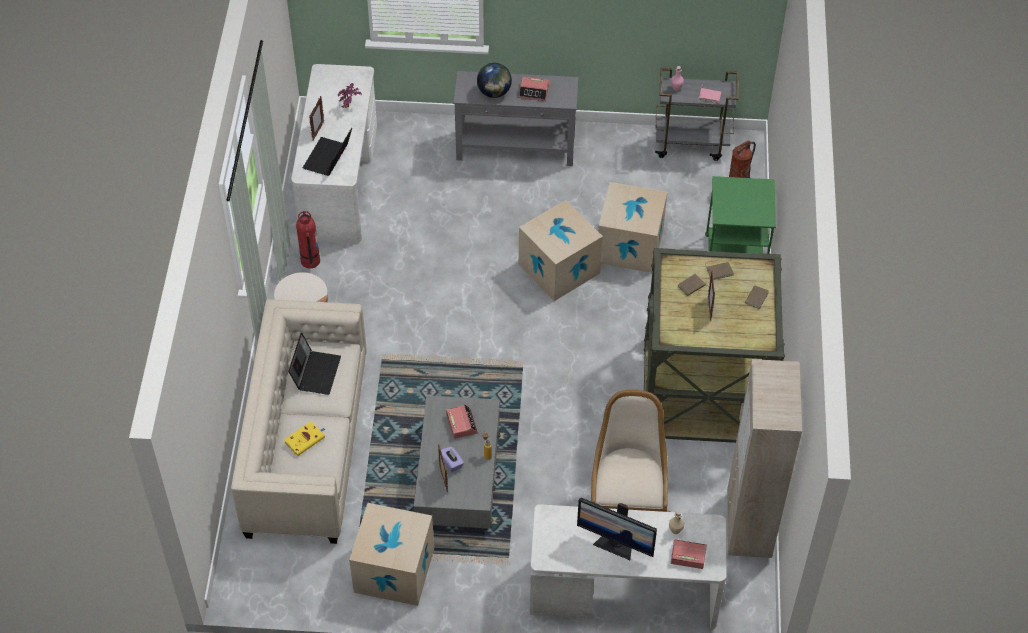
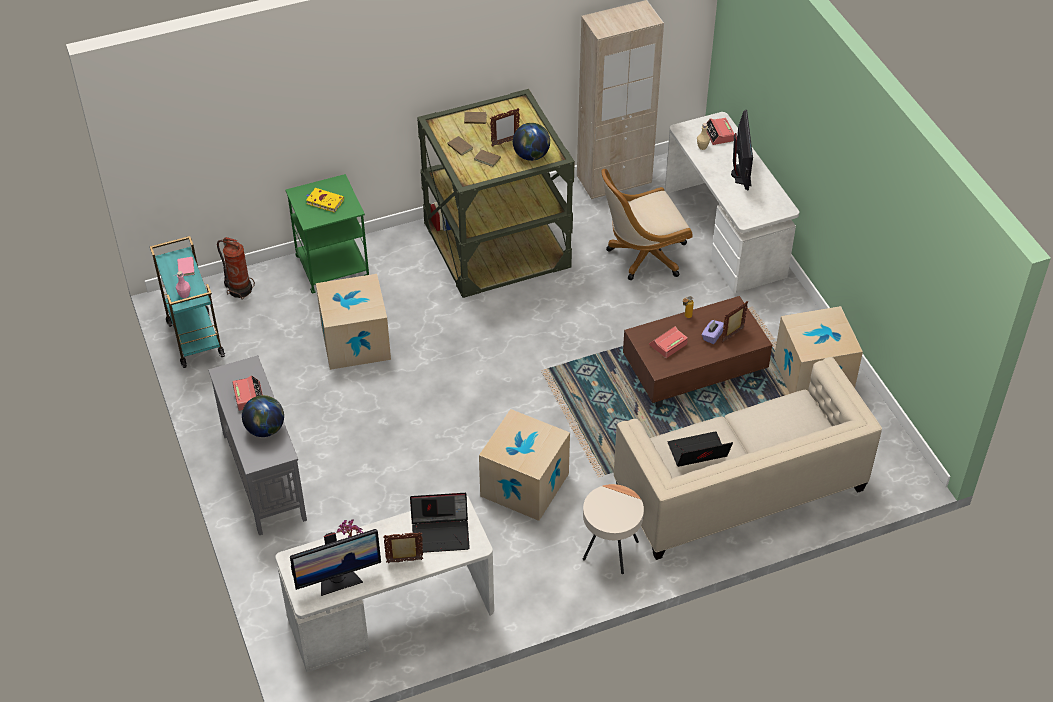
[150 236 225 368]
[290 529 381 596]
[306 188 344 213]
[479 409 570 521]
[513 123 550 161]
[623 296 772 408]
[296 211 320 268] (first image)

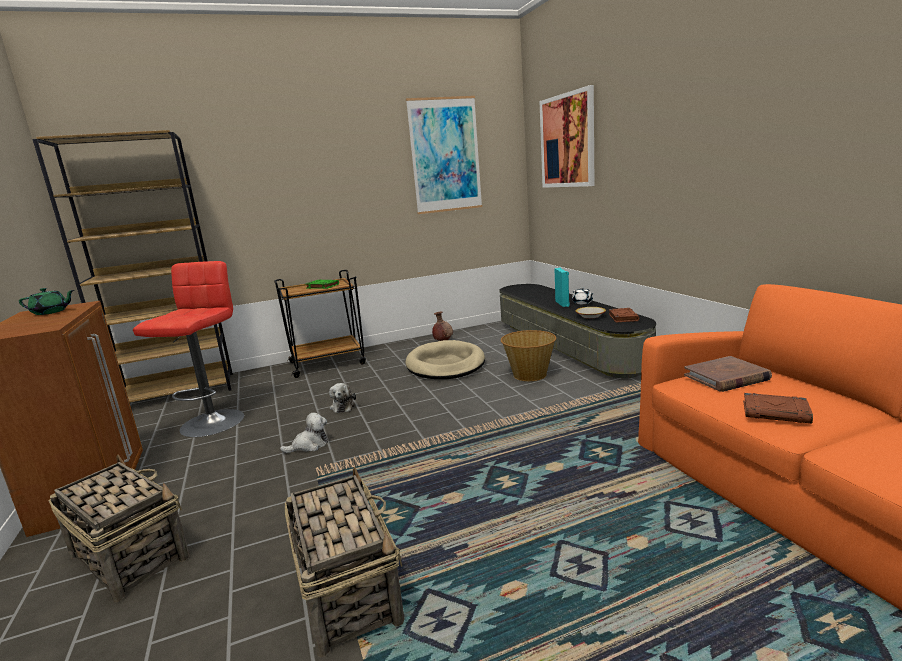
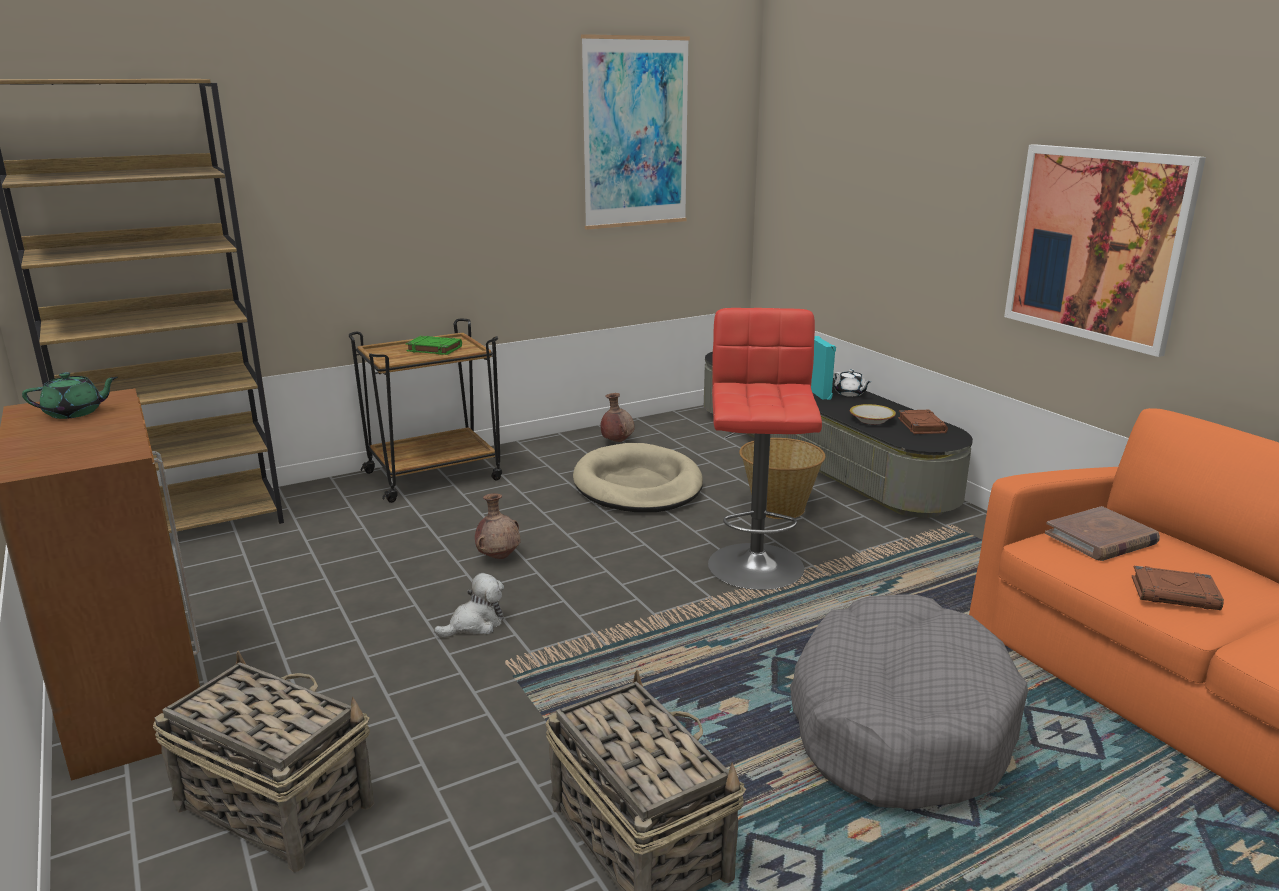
[475 493 520 559]
[708 308 822 590]
[790 594 1028 810]
[1004 144 1206 357]

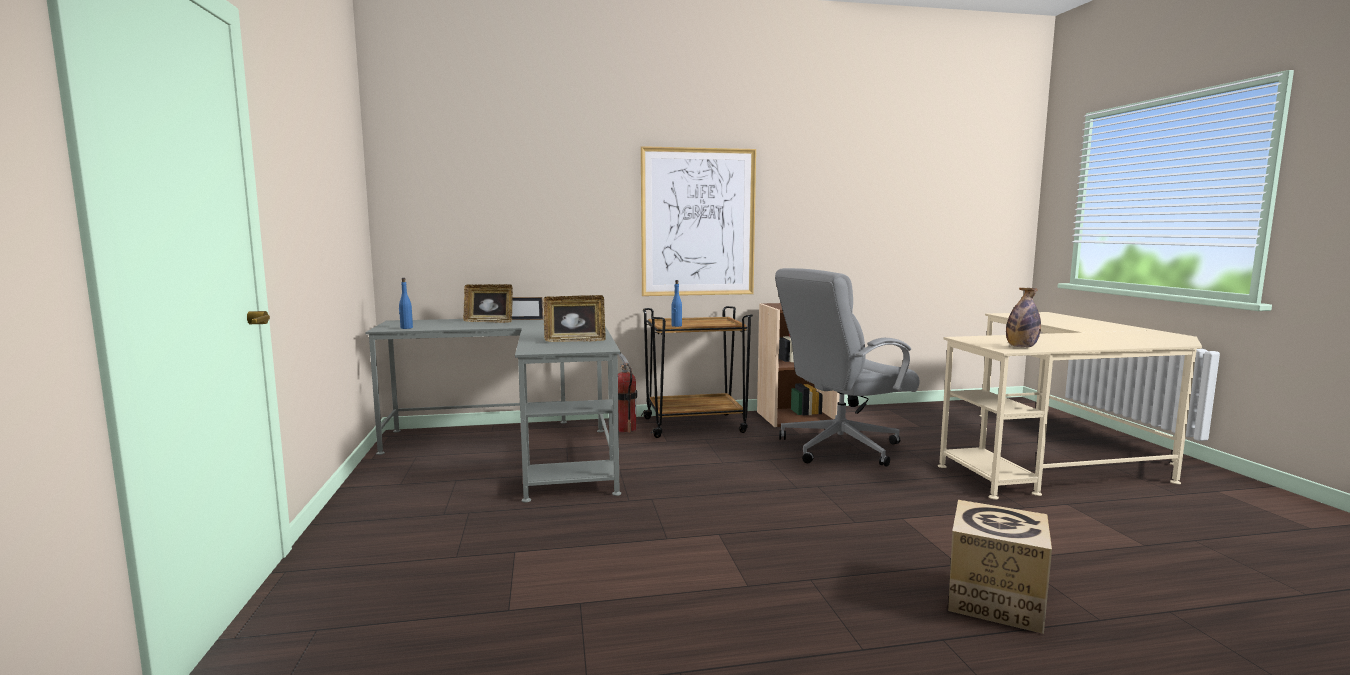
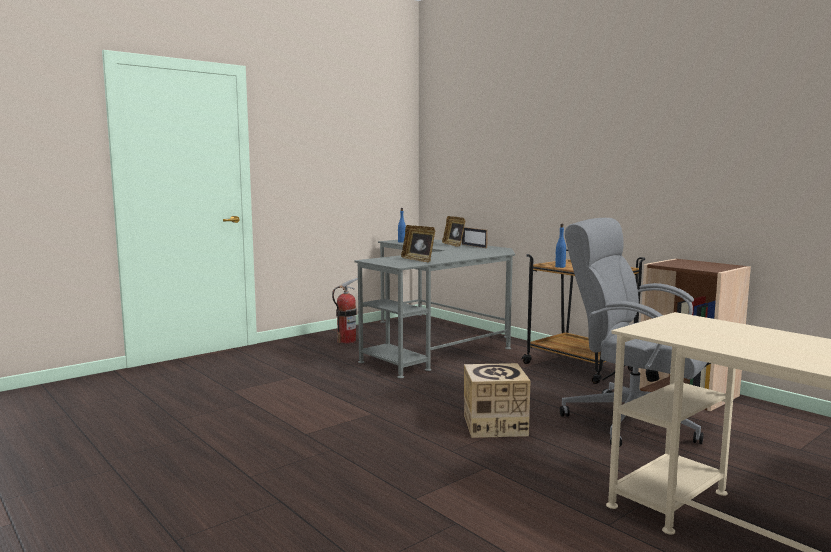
[332 278 358 344]
[464 363 531 438]
[641 146 756 296] (first image)
[1006 288 1041 348] (first image)

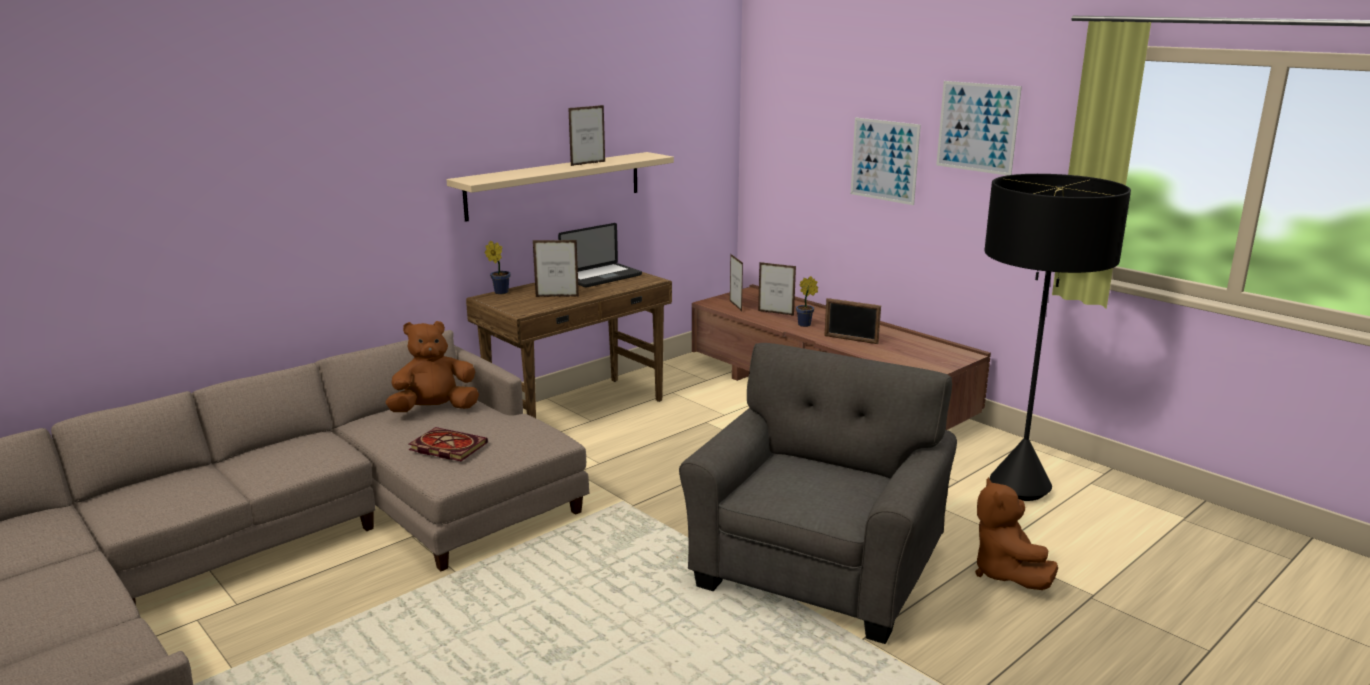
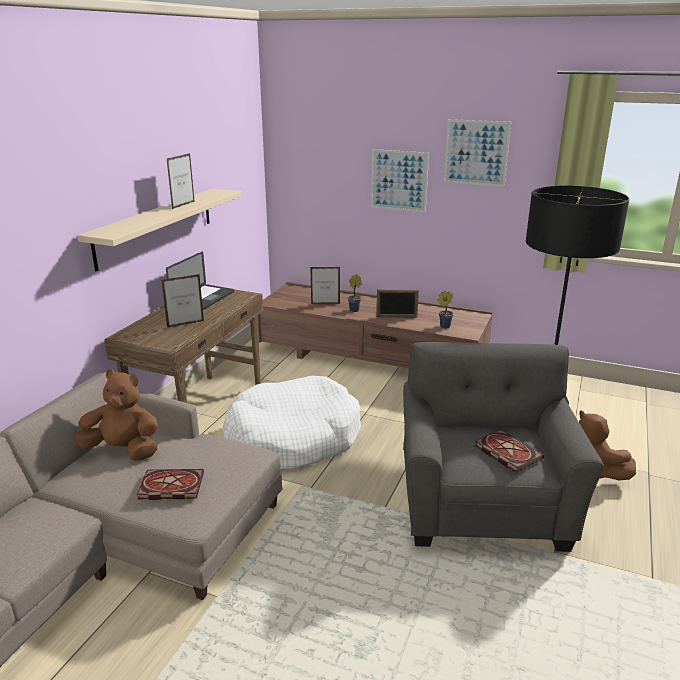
[73 369 158 461]
[223 376 361 469]
[437 291 454 328]
[474 429 544 473]
[730 254 743 311] (first image)

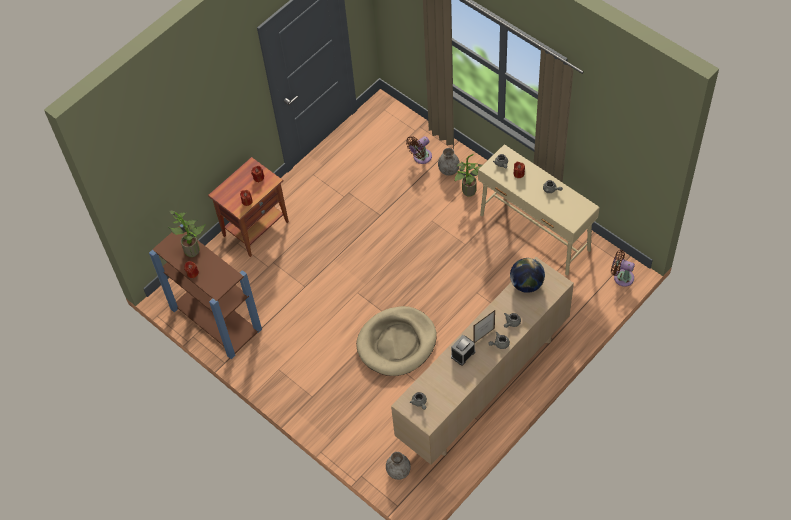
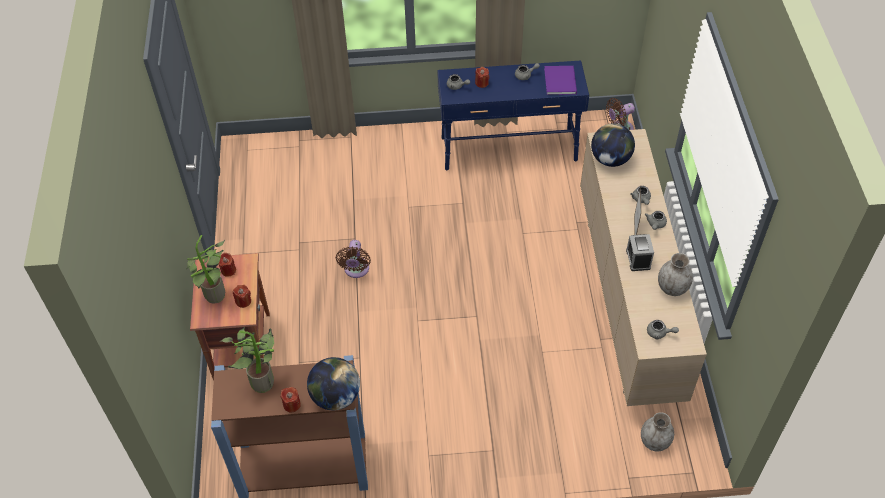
[187 235 225 304]
[307 357 360 410]
[336 240 371 278]
[437 60 589 170]
[544 66 577 95]
[658 253 693 296]
[356 306 437 376] (first image)

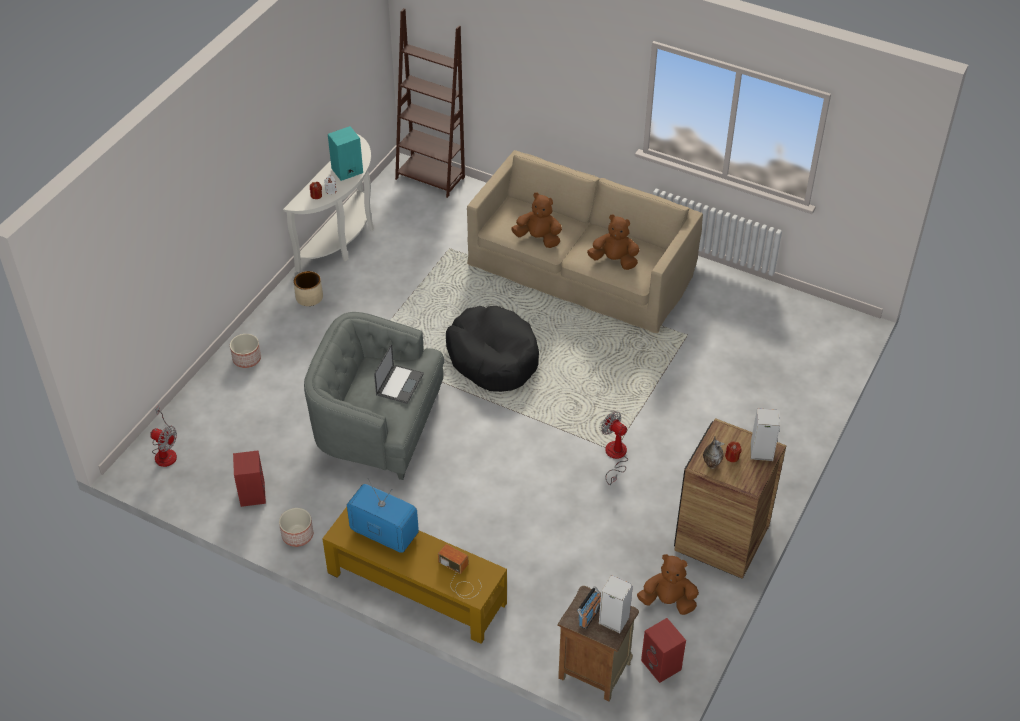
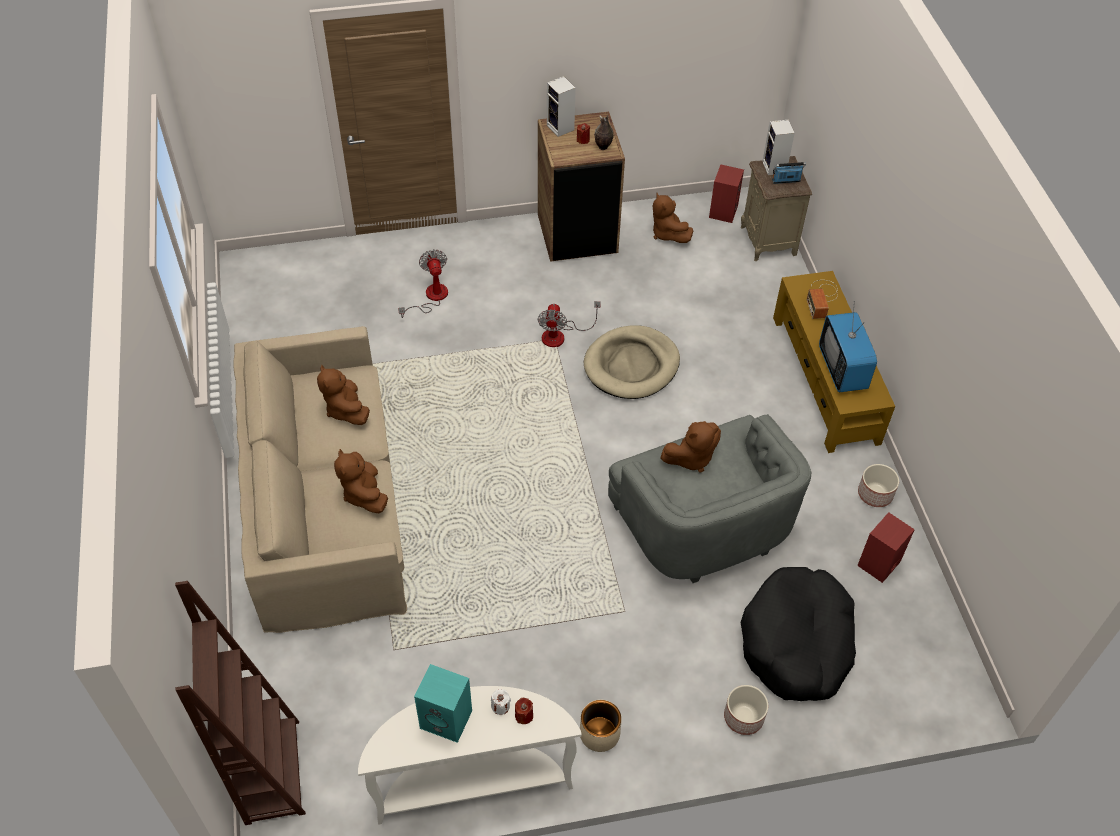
[398 249 448 318]
[584 325 680 399]
[660 421 721 473]
[741 567 856 701]

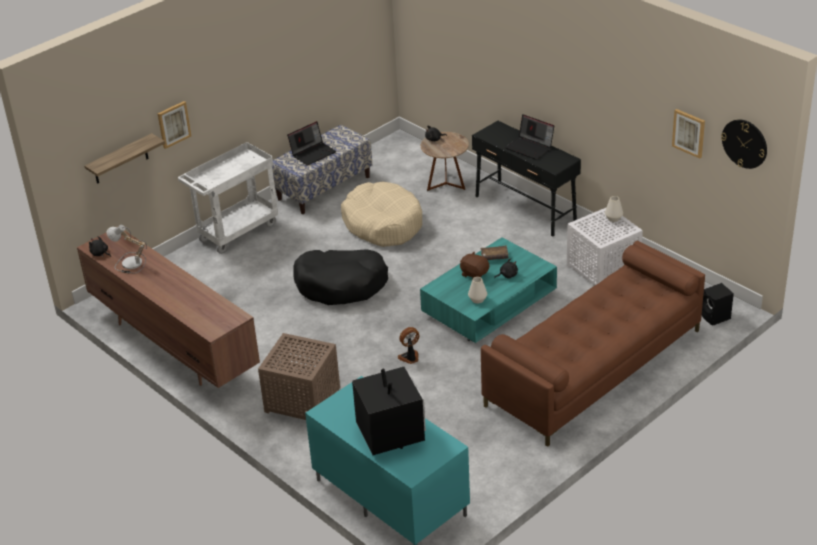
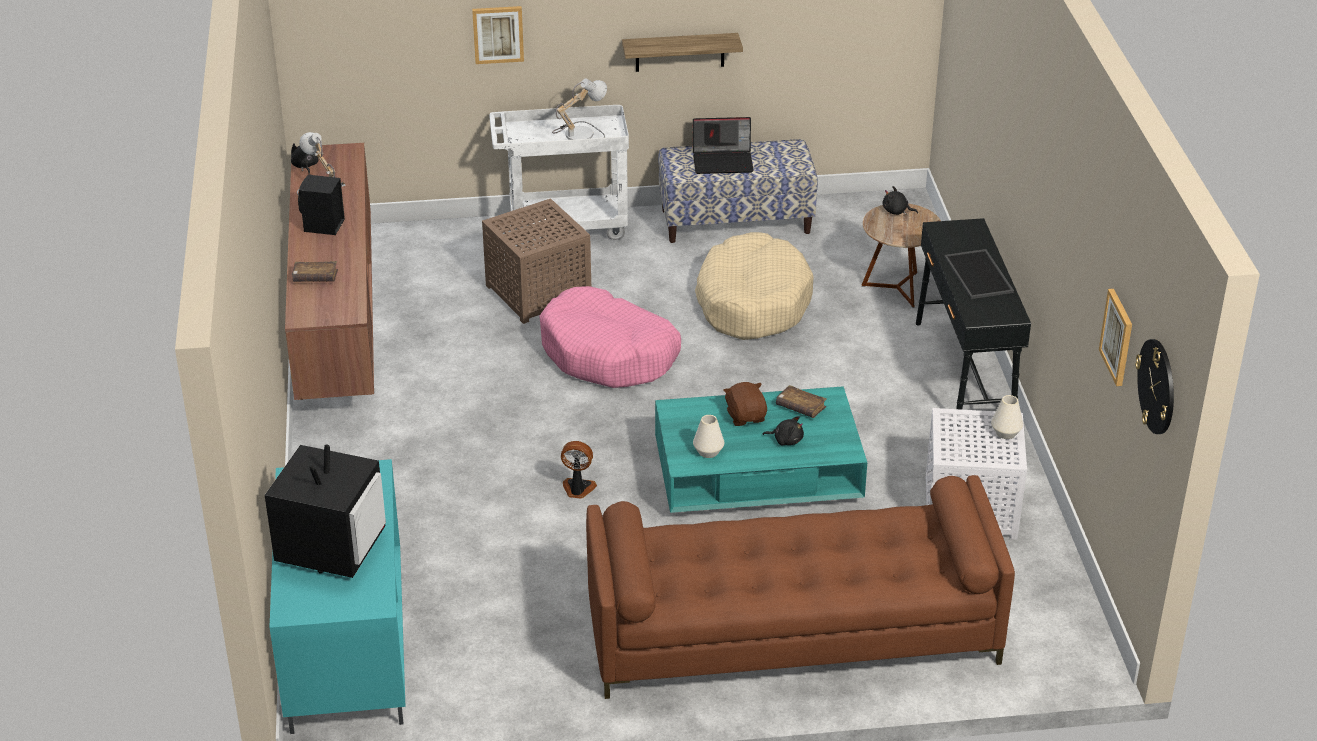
[292 261 338 282]
[298 175 345 235]
[482 198 591 324]
[539 286 681 388]
[552 78 607 140]
[622 33 743 72]
[944 249 1014 299]

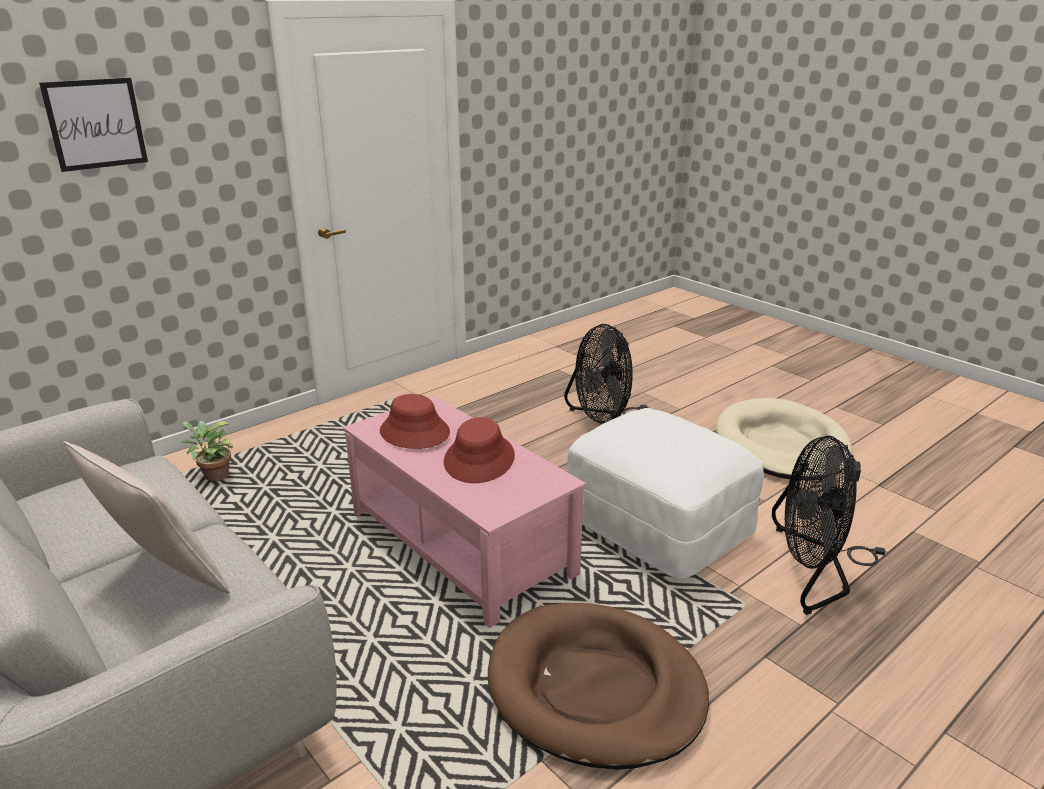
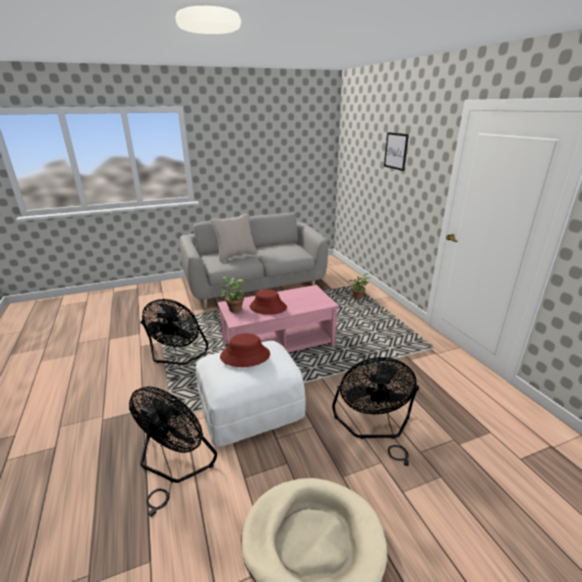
[140 299 208 381]
[220 276 245 313]
[220 333 270 367]

